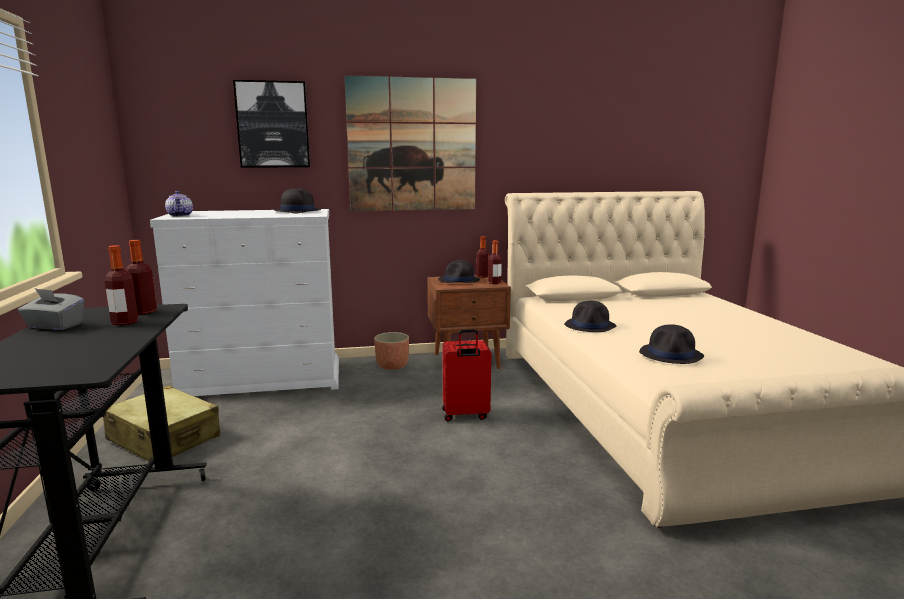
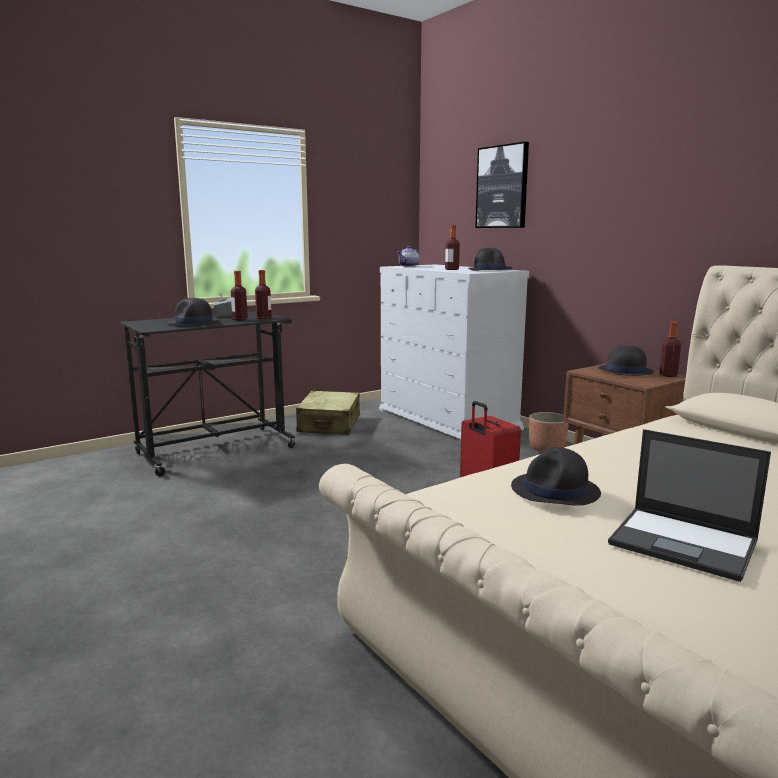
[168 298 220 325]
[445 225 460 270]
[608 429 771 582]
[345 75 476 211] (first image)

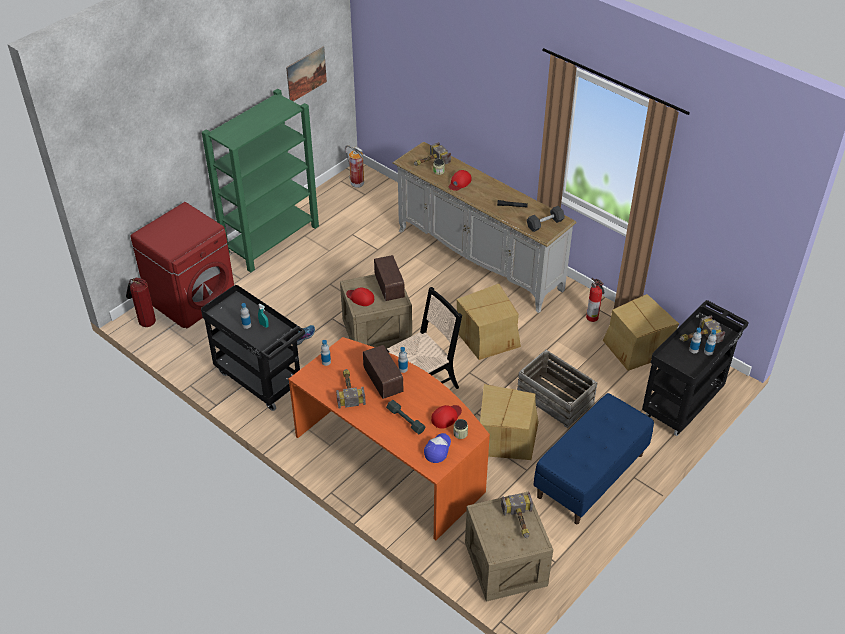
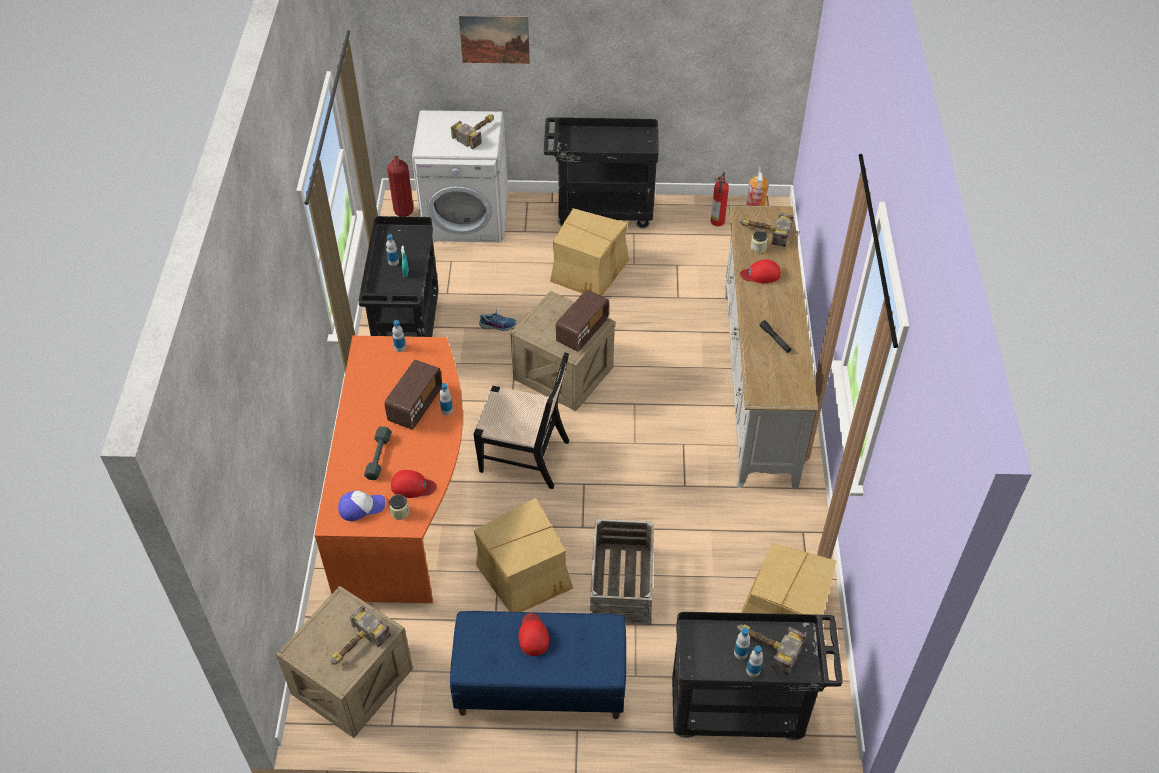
[412 110 508 242]
[451 114 494 150]
[459 15 530 64]
[519 613 549 656]
[544 117 659 229]
[550 208 629 296]
[711 172 729 226]
[527 206 565 232] (first image)

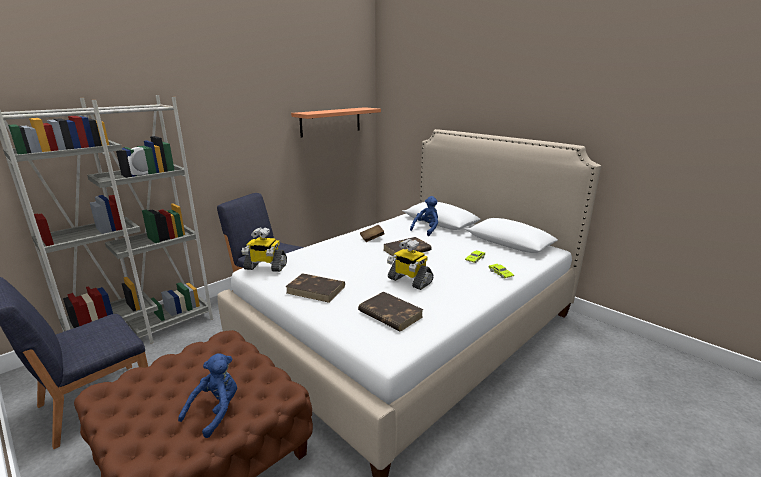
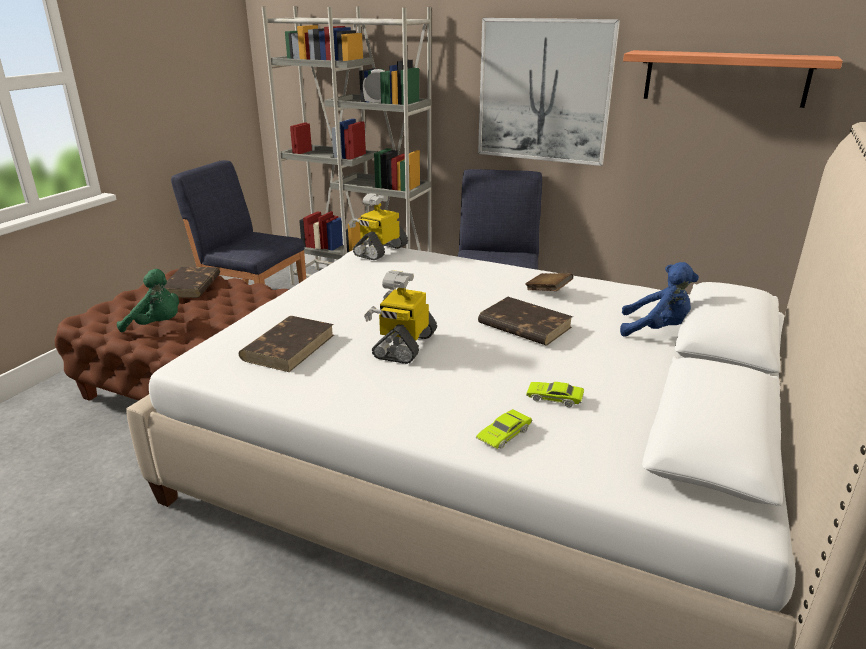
[117 269 179 333]
[164 267 220 298]
[349 193 408 260]
[478 18 620 166]

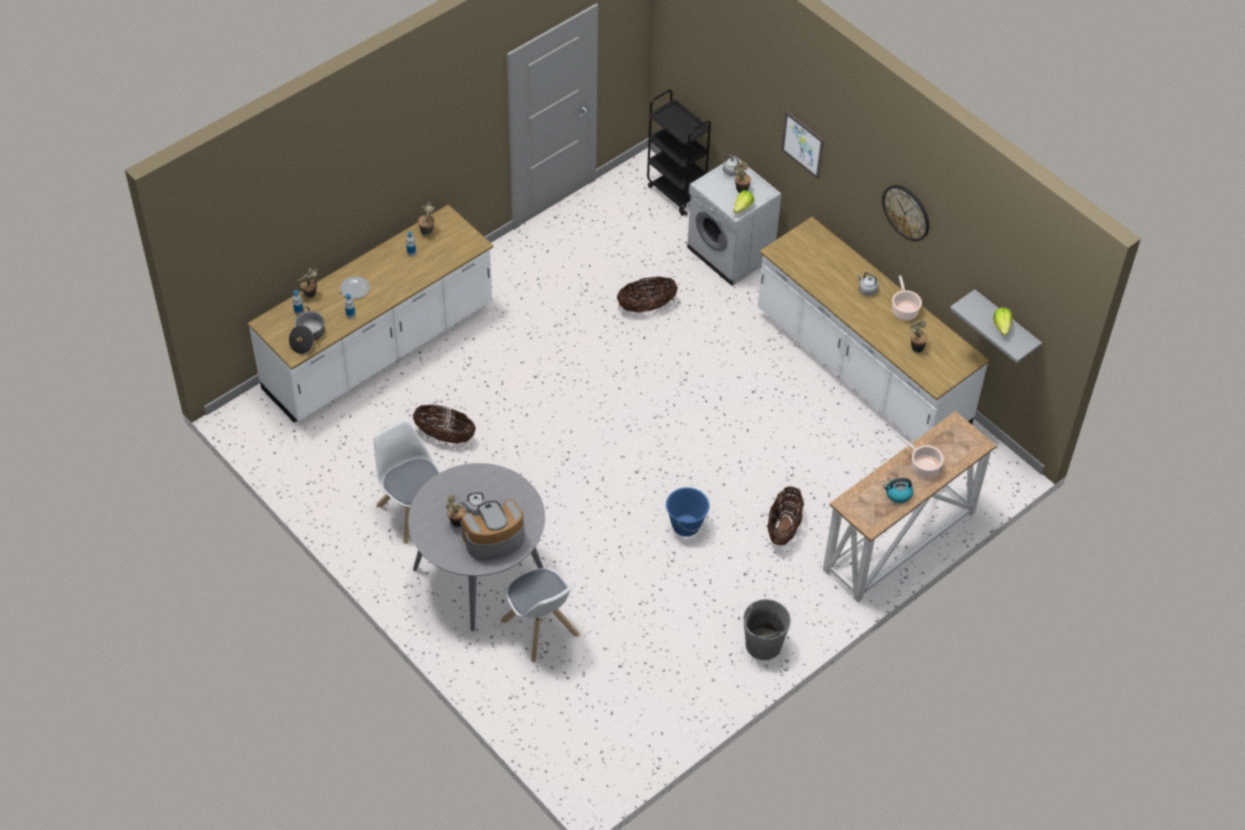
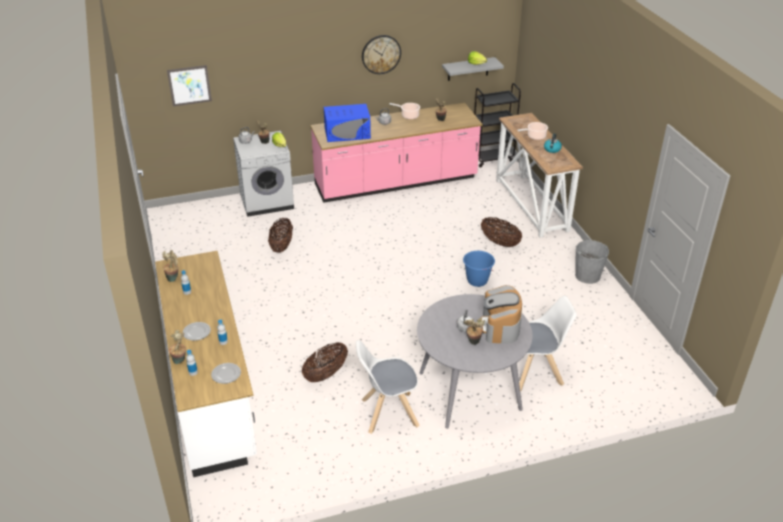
[167 65 212 106]
[211 363 241 384]
[310 103 483 203]
[324 104 371 142]
[474 83 521 167]

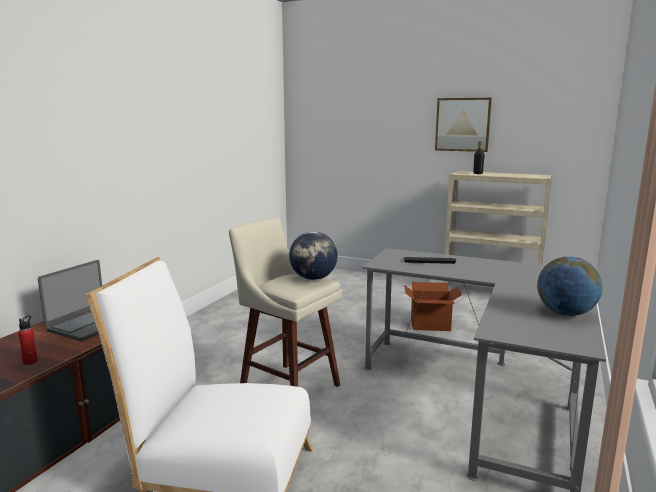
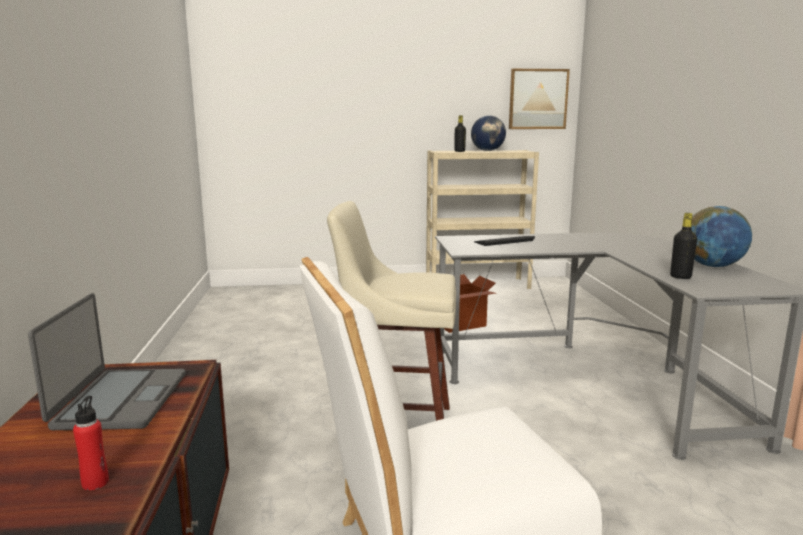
[471 115 506 151]
[509 69 570 129]
[670 213 697 279]

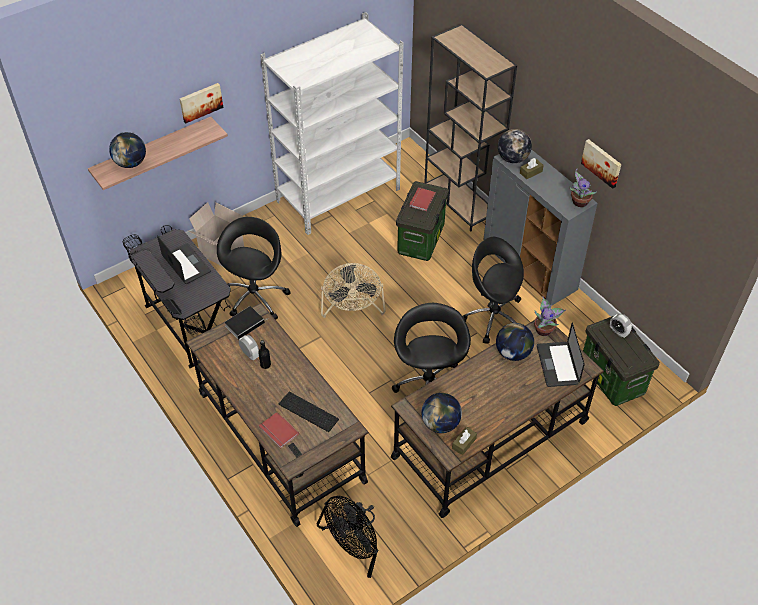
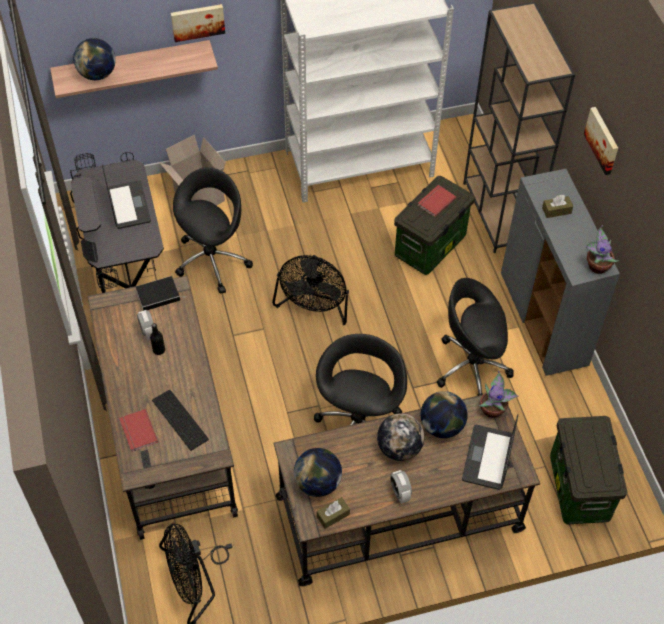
[272 255 349 325]
[377 413 424 461]
[390 470 412 504]
[437 278 514 396]
[584 107 618 175]

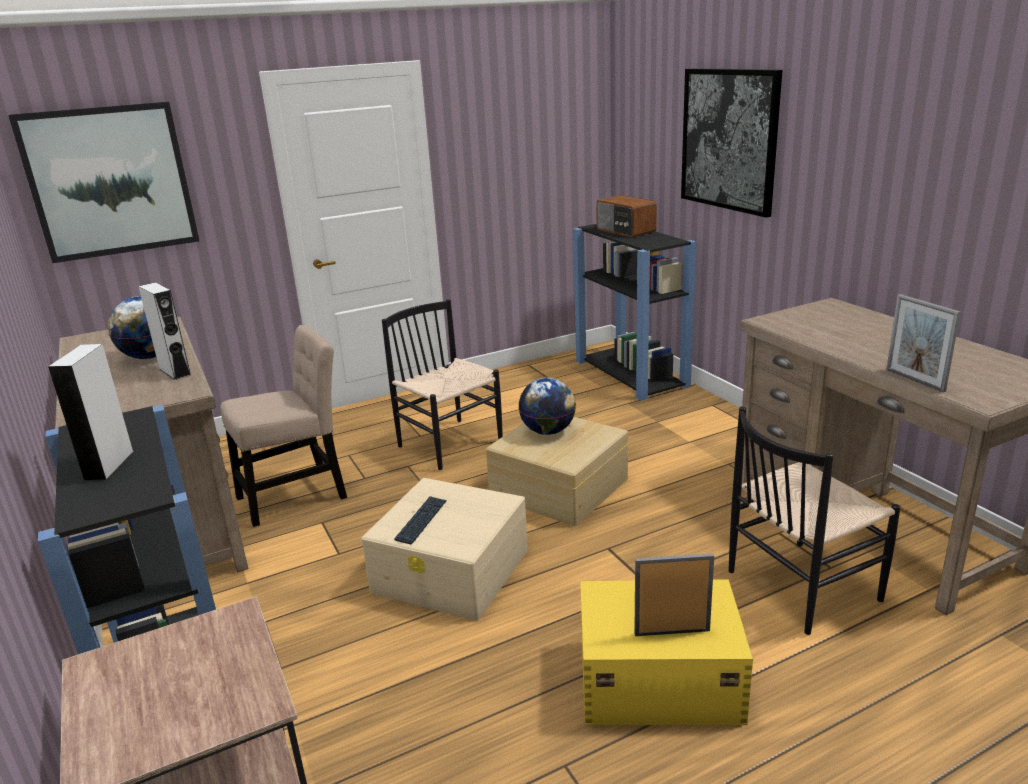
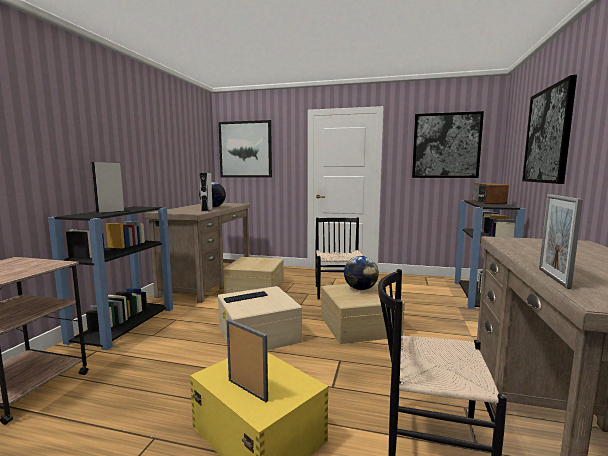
[223 257 284 294]
[412 111 484 178]

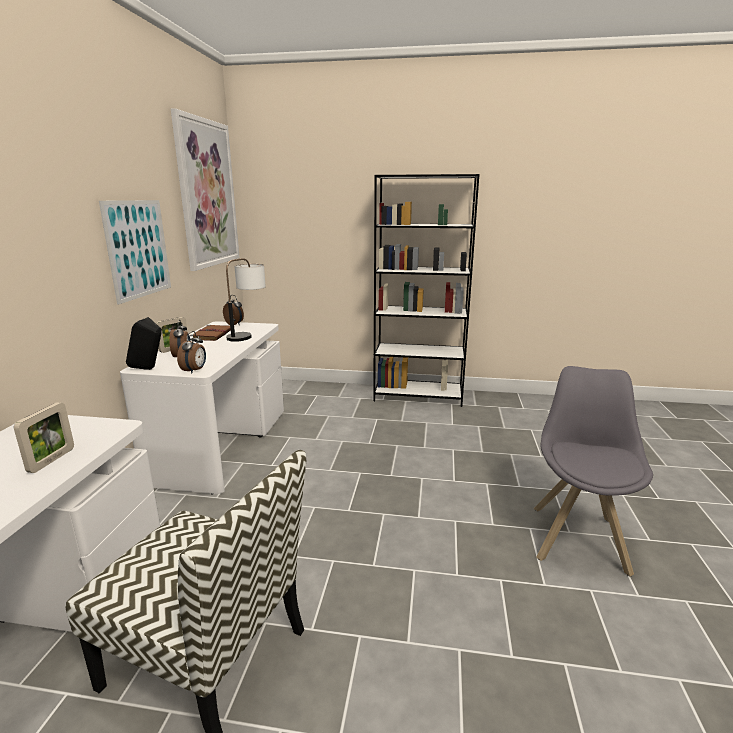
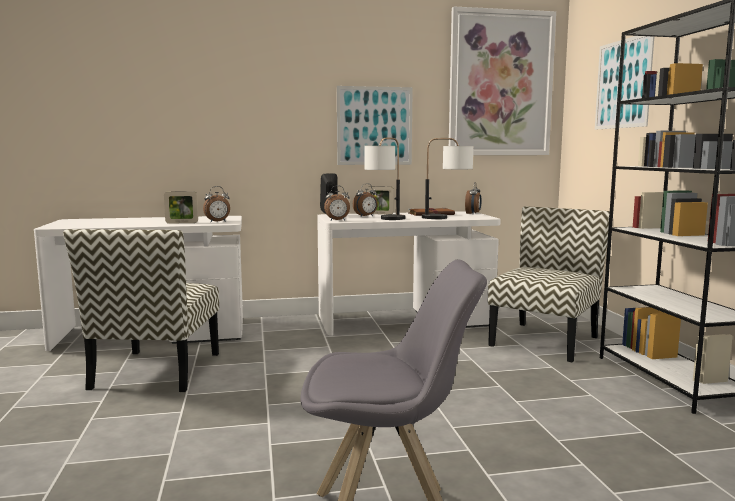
[203 186 230 222]
[364 138 405 220]
[488 207 610 362]
[595 36 654 130]

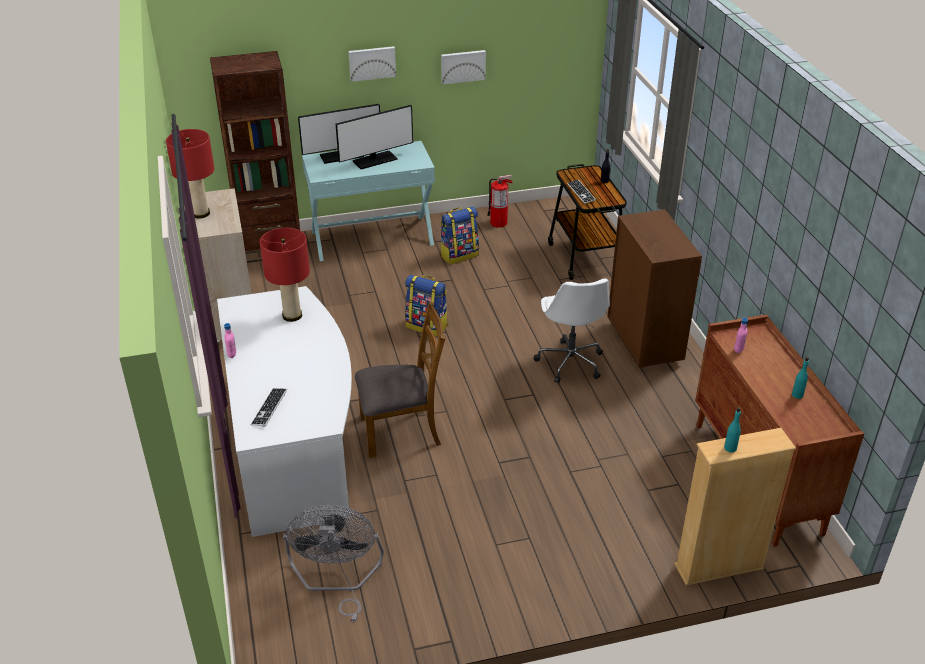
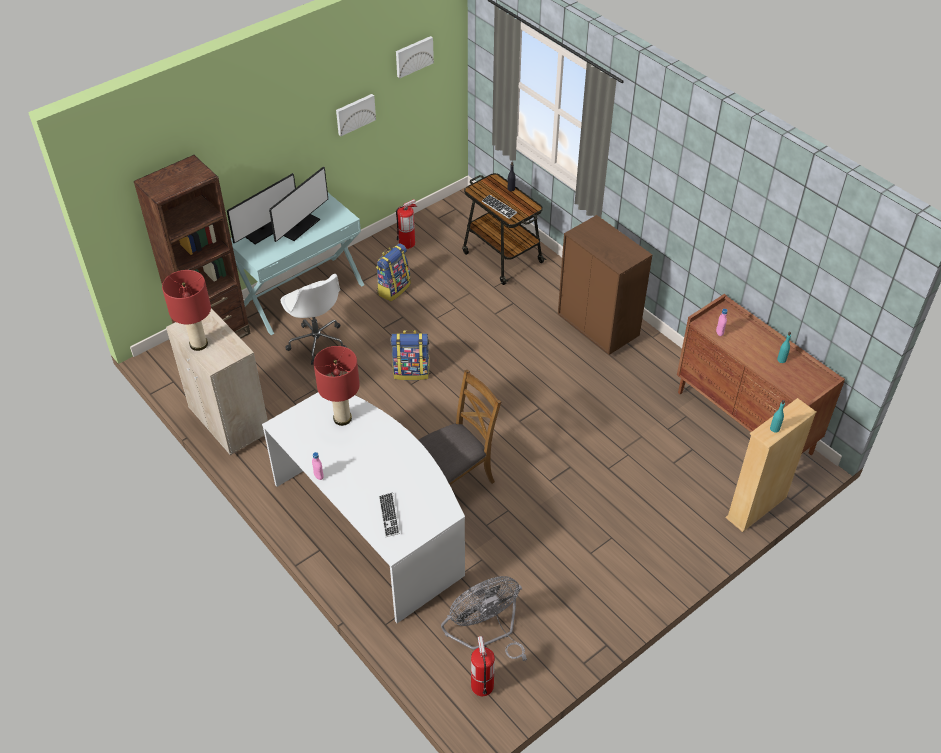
[280 274 347 365]
[396 36 434 78]
[471 636 495 696]

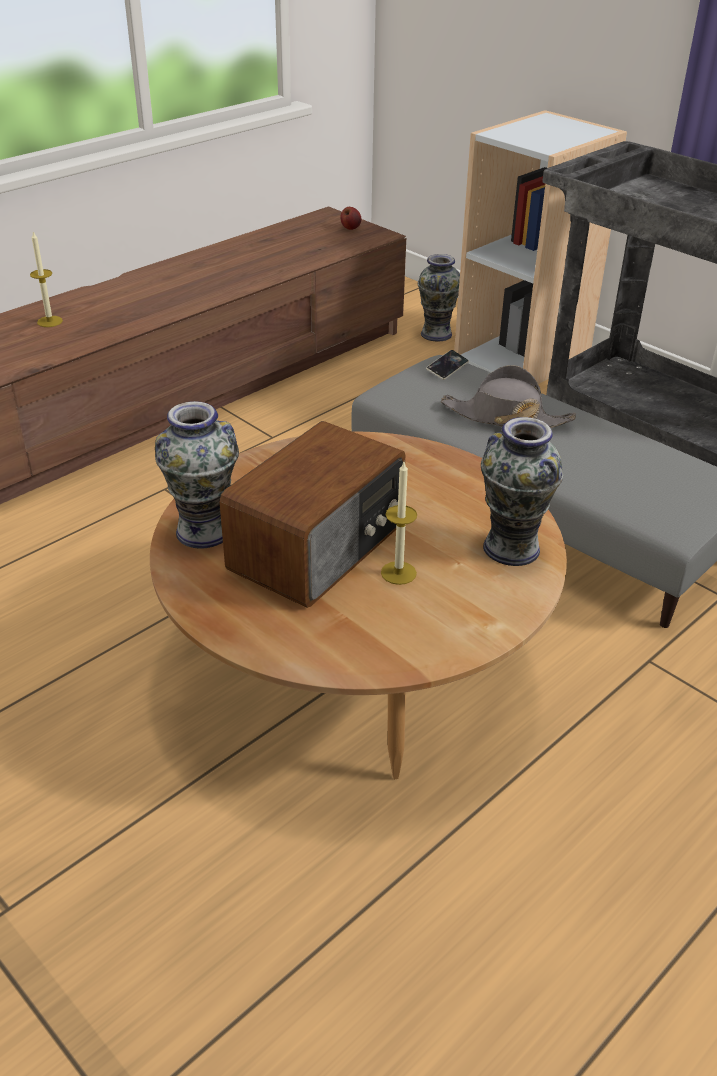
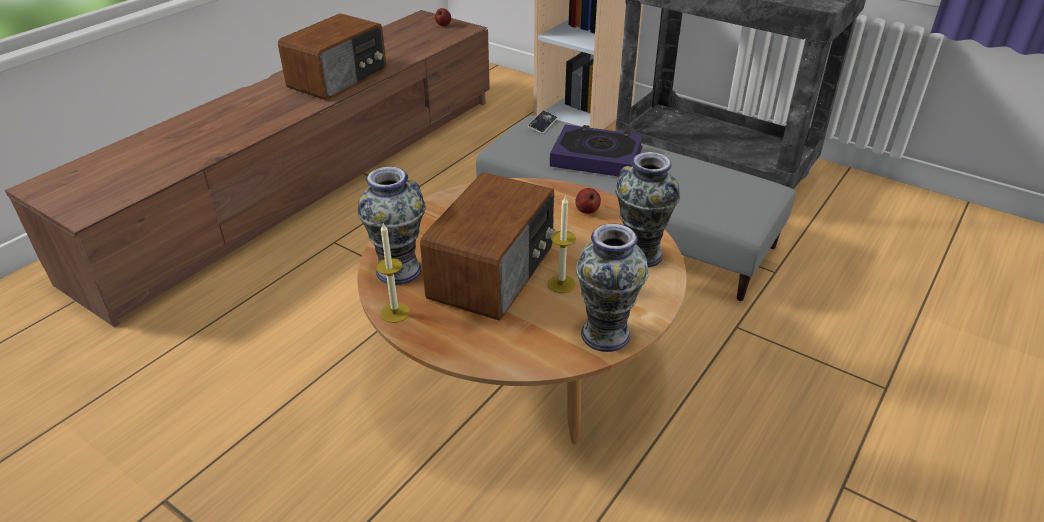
[278 14 386 100]
[376 223 410 323]
[550 124 644 177]
[575 188 601 214]
[576 224 649 352]

